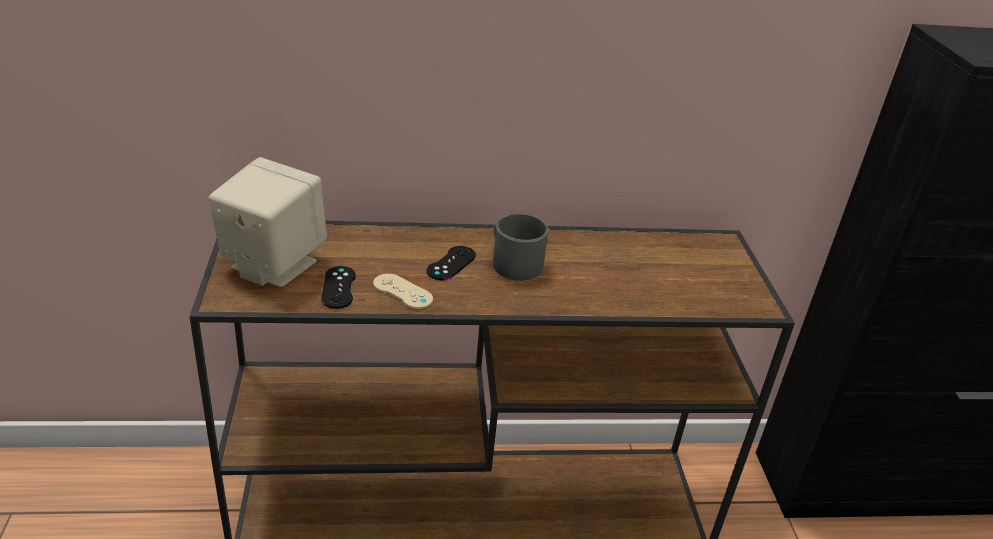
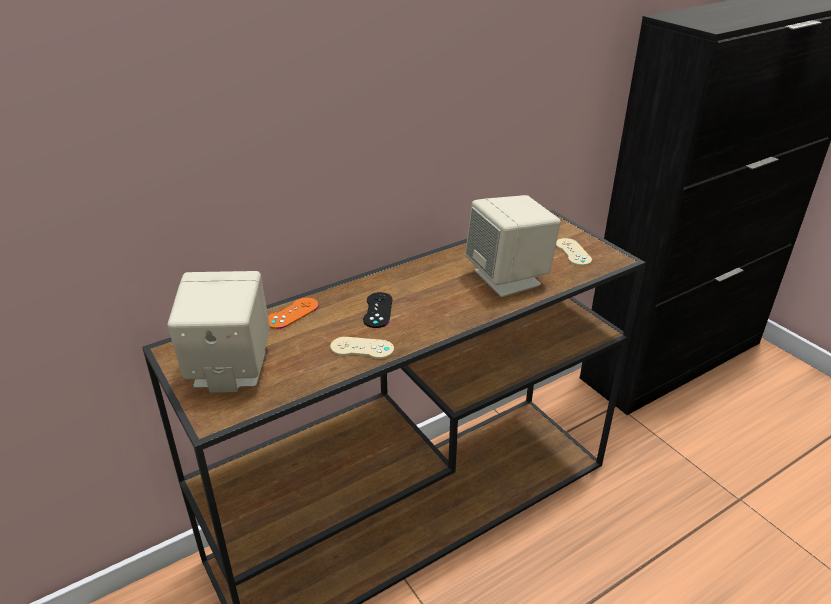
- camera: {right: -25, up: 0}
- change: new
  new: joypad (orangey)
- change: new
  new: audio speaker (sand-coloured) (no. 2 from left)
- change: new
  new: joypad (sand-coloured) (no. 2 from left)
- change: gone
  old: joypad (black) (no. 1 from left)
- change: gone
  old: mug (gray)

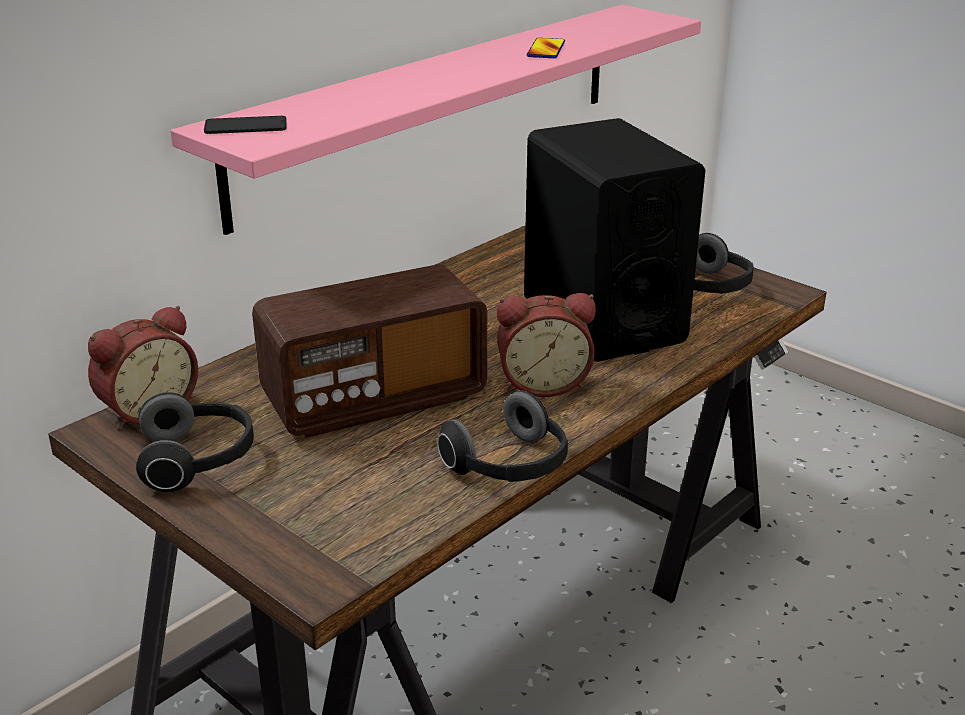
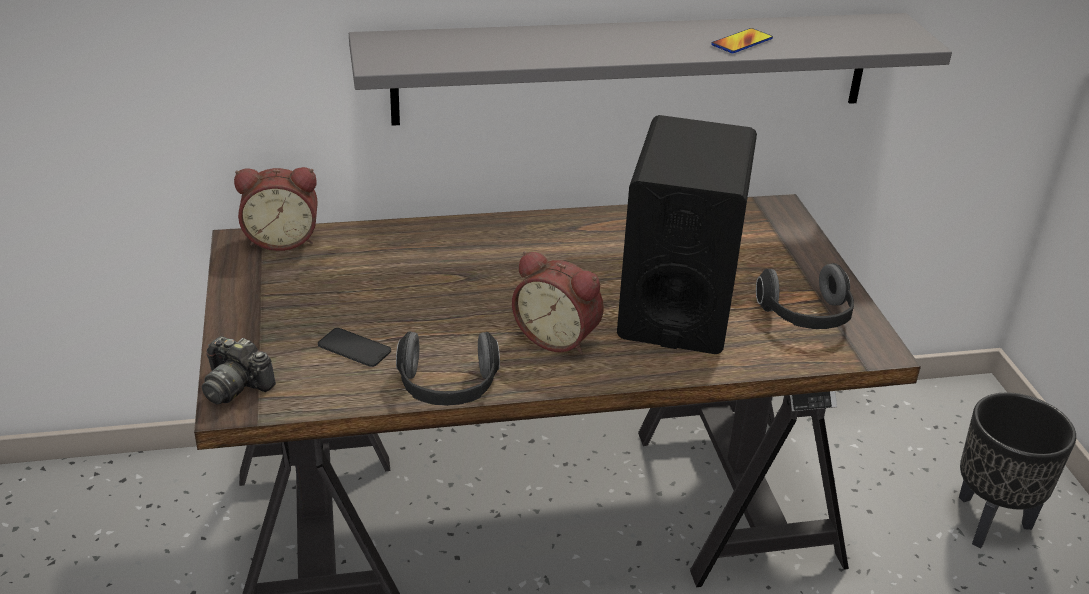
- camera: {right: 35, up: 5}
- change: new
  new: photo camera
- change: shifted
  old: handset (no. 1 from left)
- change: repainted
  old: shelf (pink)
  new: shelf (gray)
- change: new
  new: planter (black)
- change: gone
  old: pair of headphones (no. 1 from left)
- change: gone
  old: radio

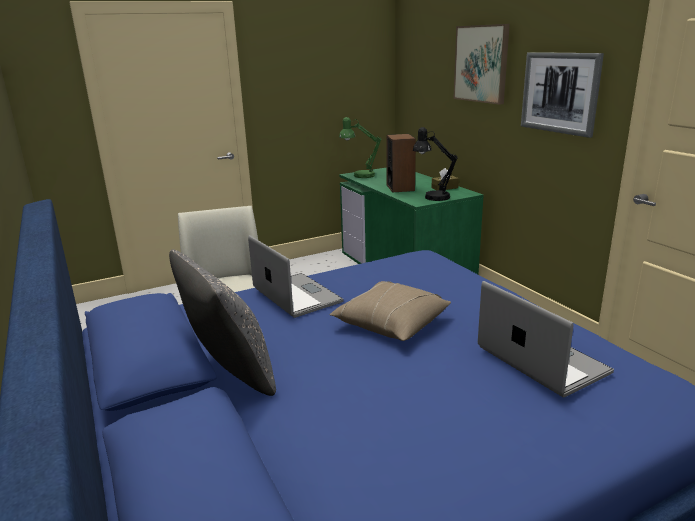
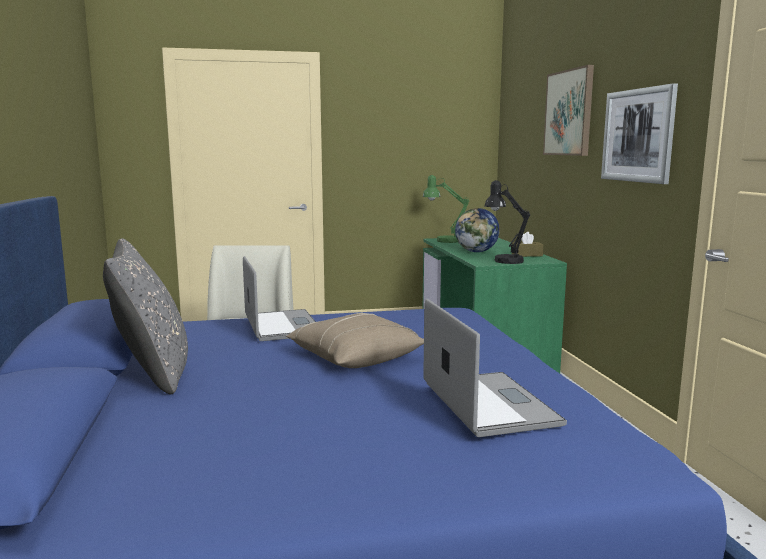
- camera: {right: 15, up: -10}
- change: swapped
  old: audio speaker
  new: globe

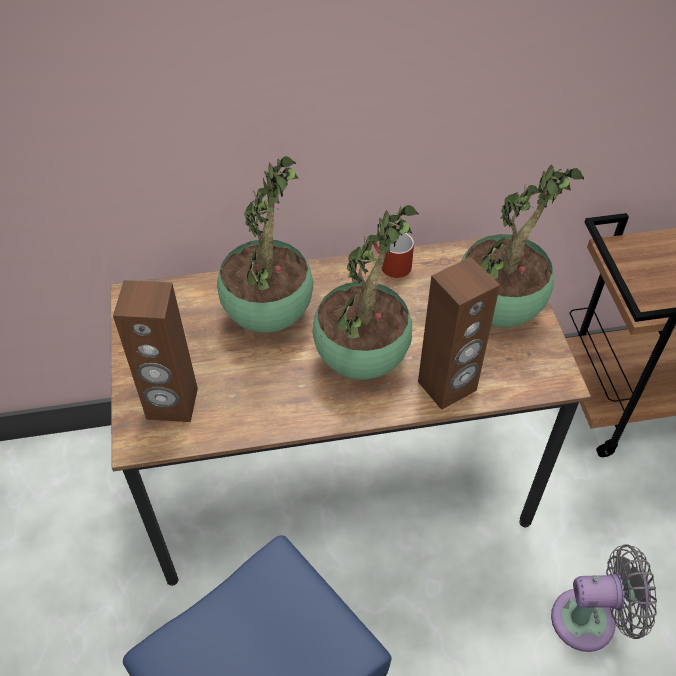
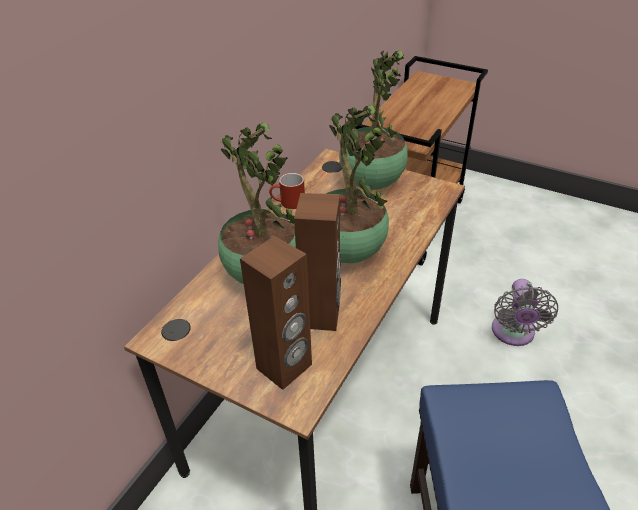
- camera: {right: -50, up: -10}
- change: shifted
  old: audio speaker (brownish) (no. 2 from left)
- change: rotated
  old: cooling fan (gray)
  degrees: 150

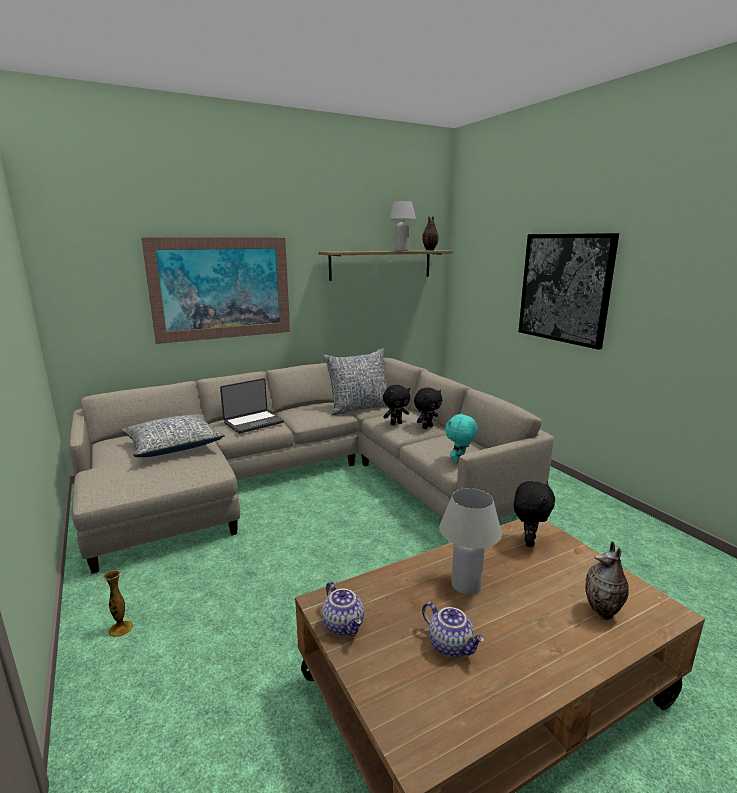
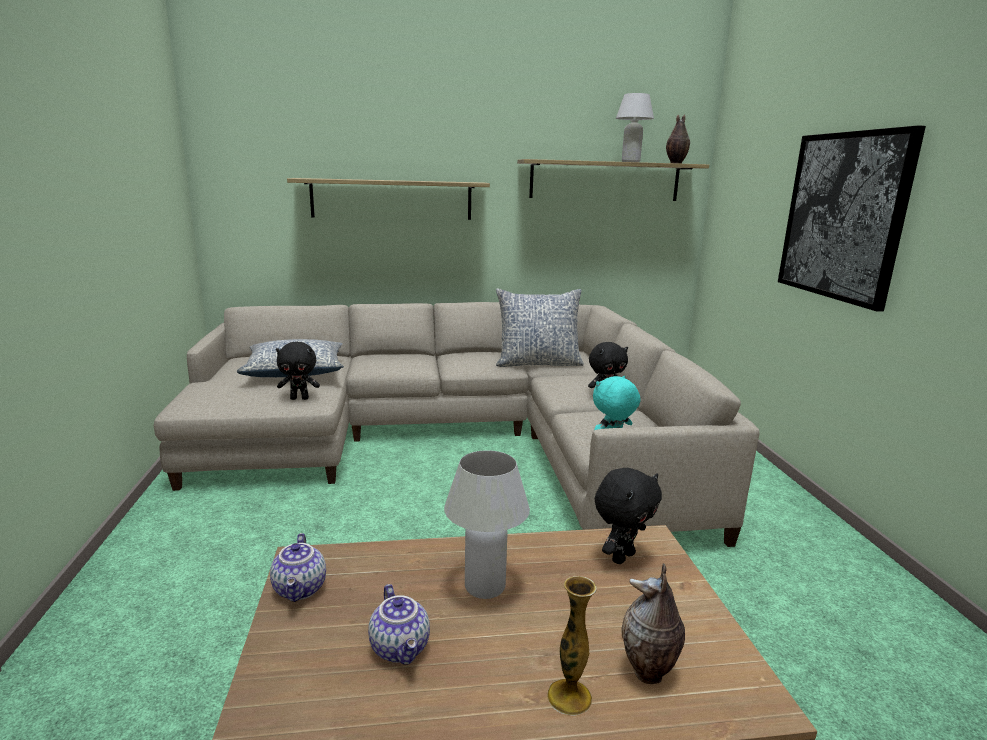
- camera: {right: 20, up: 0}
- change: shifted
  old: plush toy (black) (no. 1 from left)
- change: swapped
  old: wall picture (no. 1 from left)
  new: shelf (no. 1 from left)
- change: shifted
  old: decorative vase (no. 1 from left)
- change: gone
  old: notebook computer

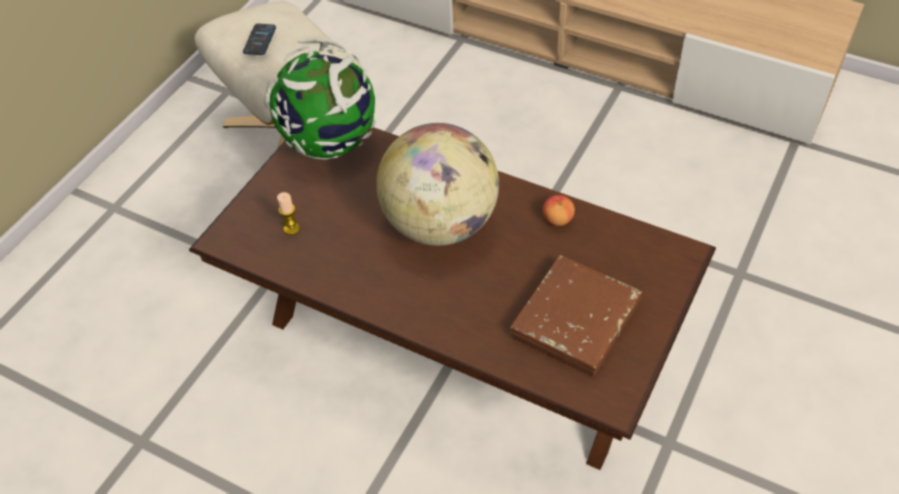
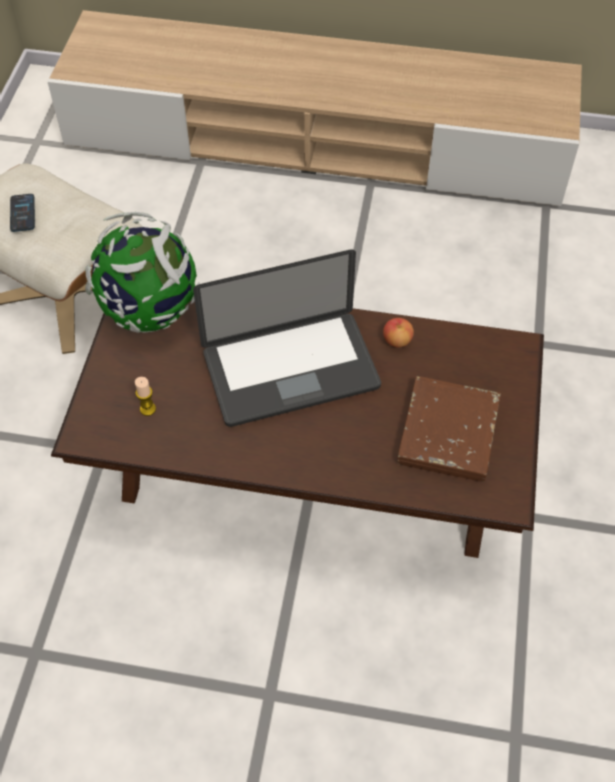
- camera: {right: -20, up: 5}
- change: swapped
  old: globe (no. 2 from left)
  new: notebook computer

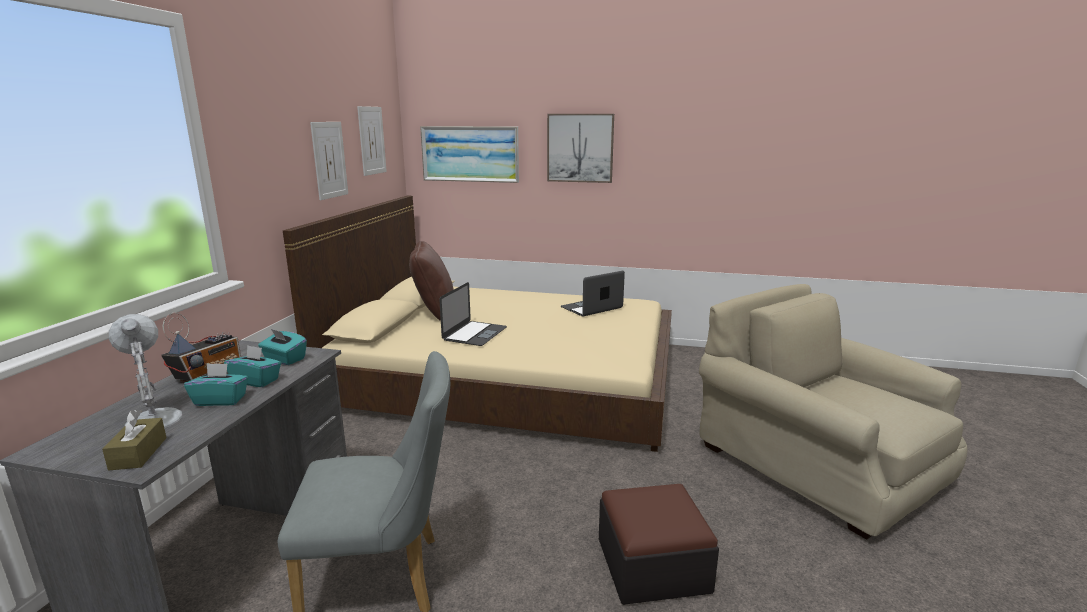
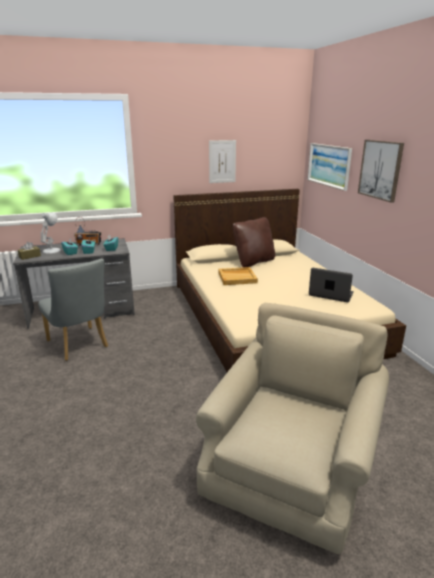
- camera: {right: 60, up: 5}
- change: swapped
  old: notebook computer (no. 1 from left)
  new: carrying tray (sand-coloured)
- change: gone
  old: wall picture (no. 2 from left)
- change: gone
  old: footrest

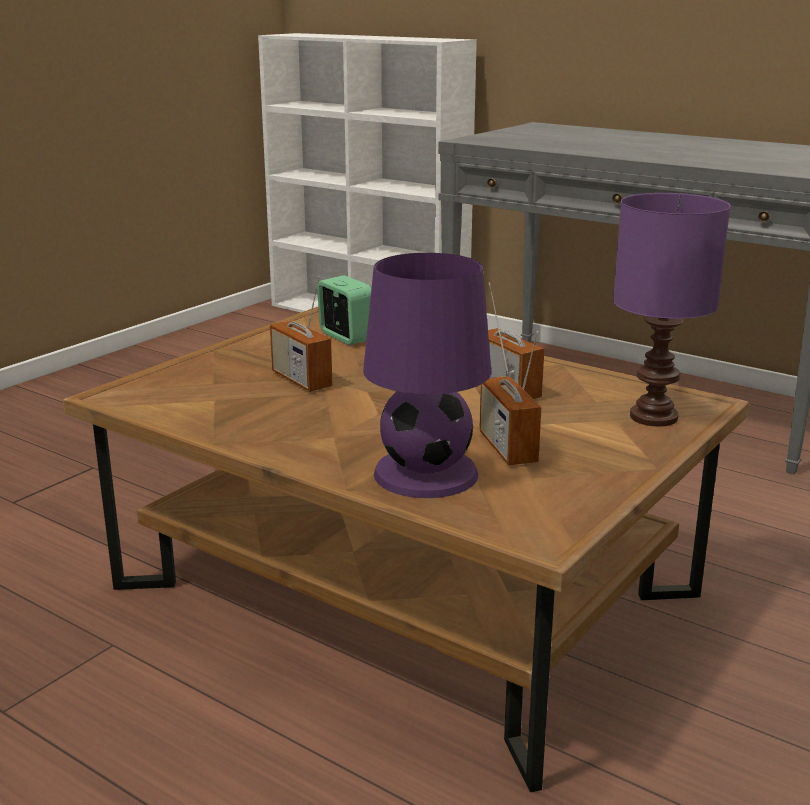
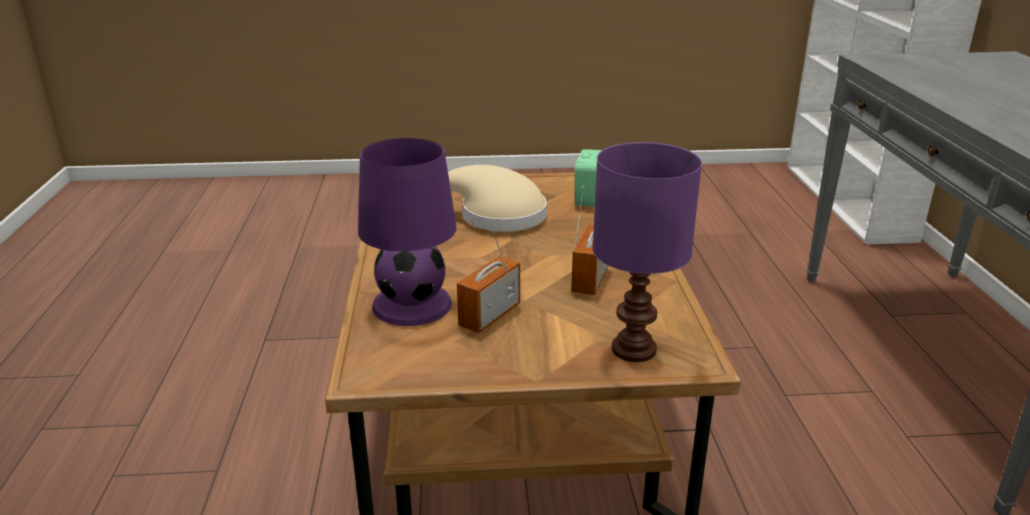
- camera: {right: 50, up: 5}
- change: swapped
  old: radio (no. 1 from left)
  new: wearable hat (sand-coloured)

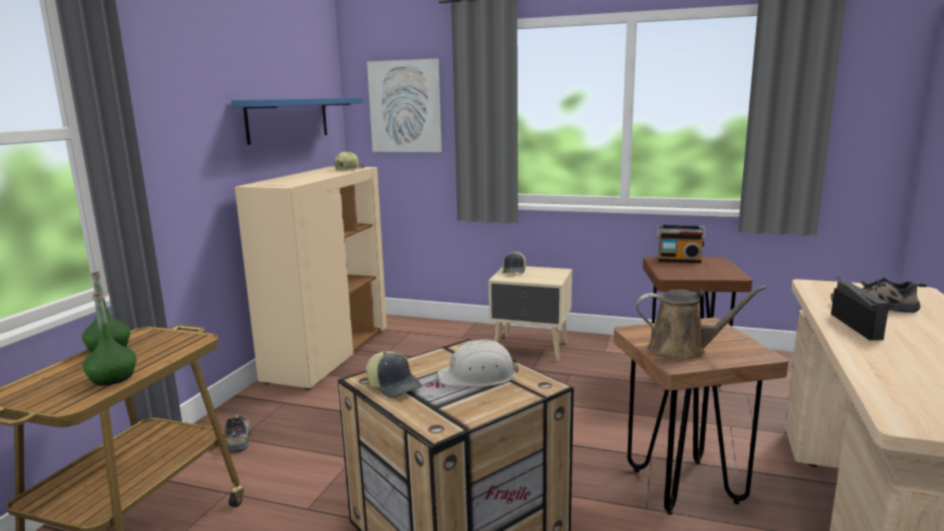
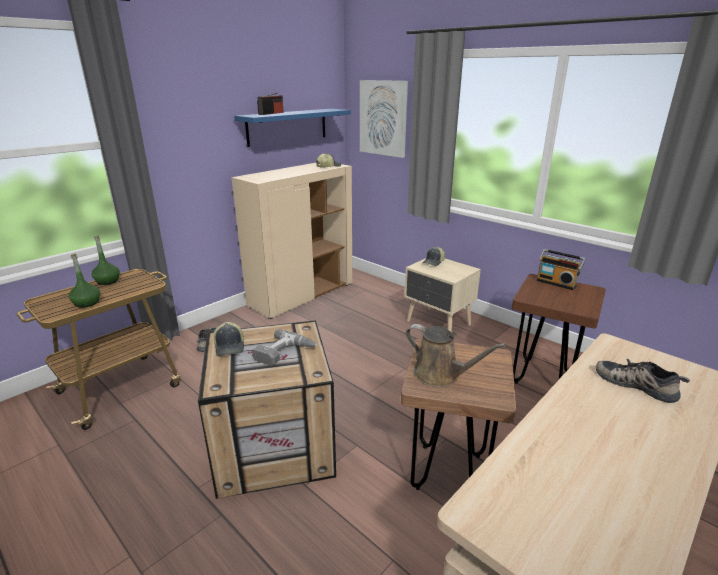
- camera: {right: 25, up: 10}
- change: swapped
  old: work helmet (white)
  new: electric drill
- change: shifted
  old: radio (no. 2 from left in the first image)
  new: radio (no. 1 from left)

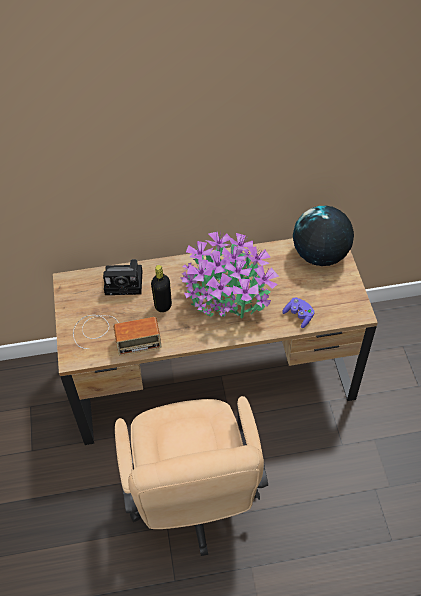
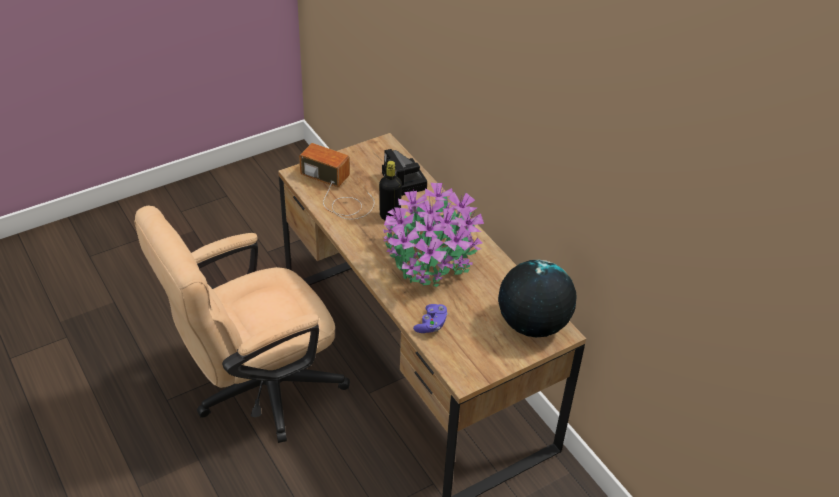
- camera: {right: 65, up: -10}
- change: rotated
  old: radio
  degrees: 150

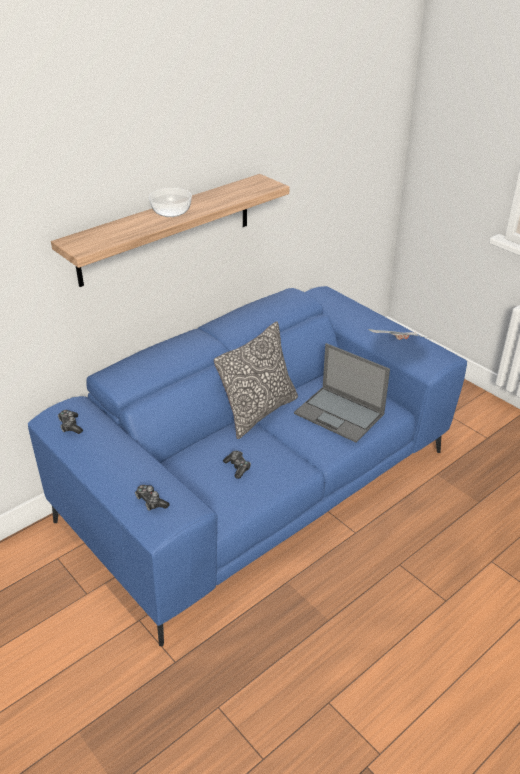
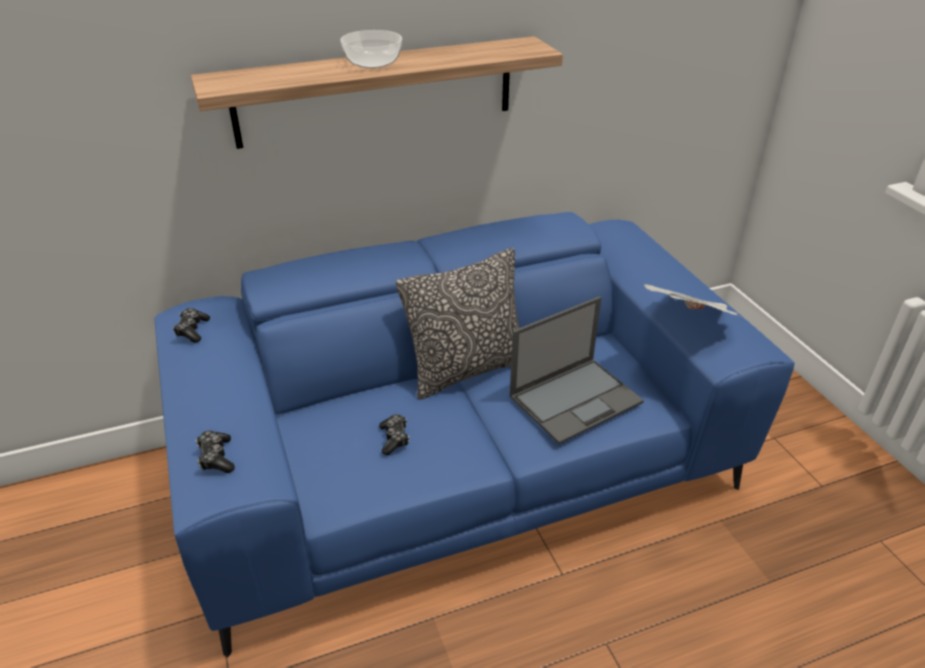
- camera: {right: 20, up: 0}
- change: rotated
  old: notebook computer
  degrees: -90

